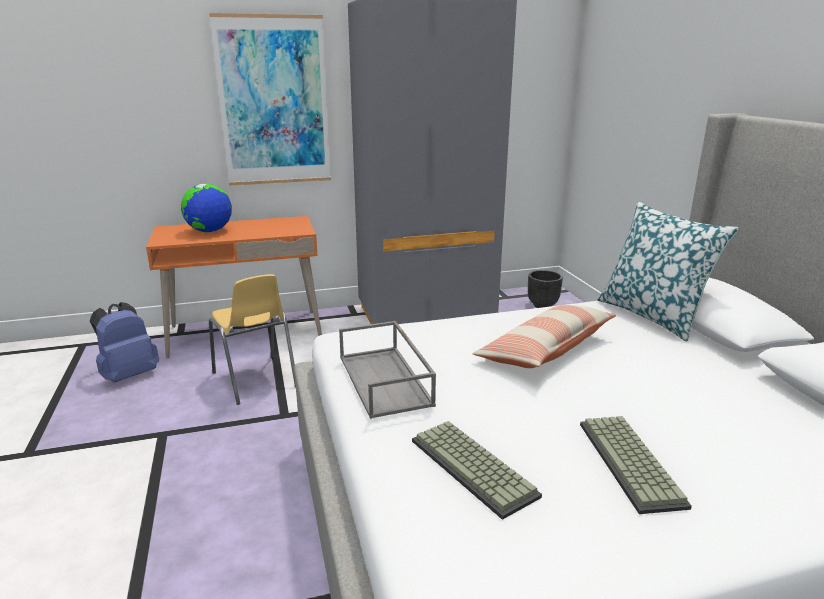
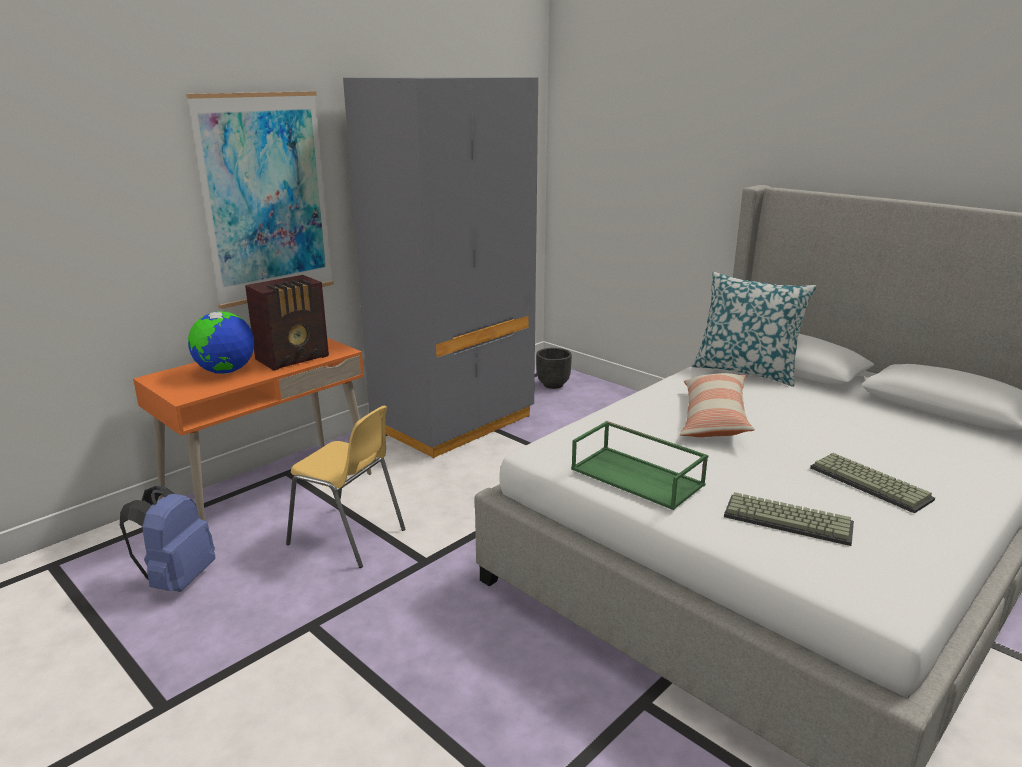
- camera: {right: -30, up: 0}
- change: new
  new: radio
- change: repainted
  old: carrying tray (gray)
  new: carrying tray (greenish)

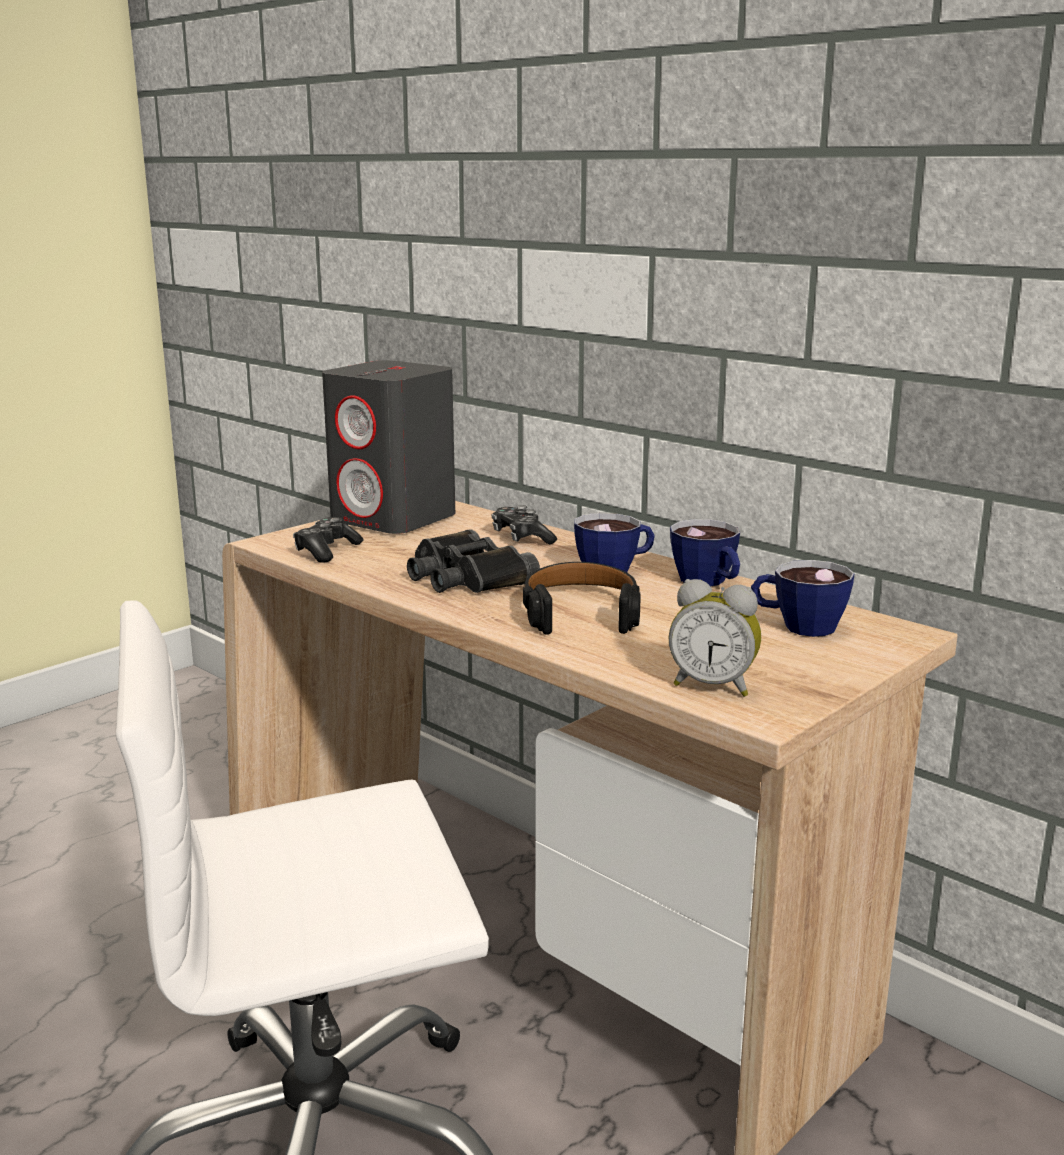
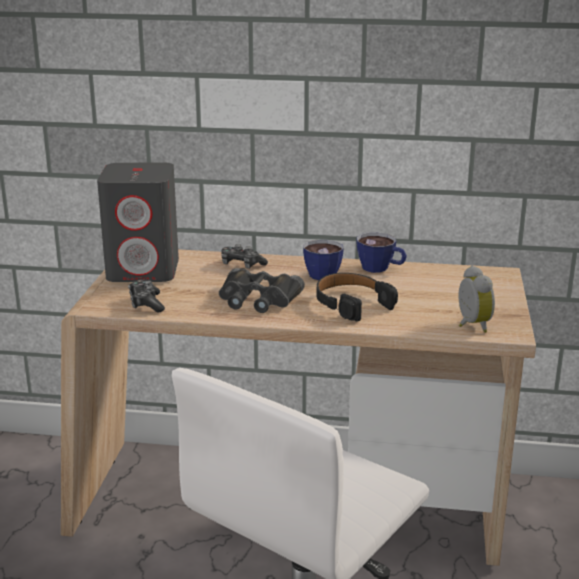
- camera: {right: -35, up: 5}
- change: rotated
  old: alarm clock
  degrees: -90
- change: gone
  old: drinking cup (no. 3 from left)

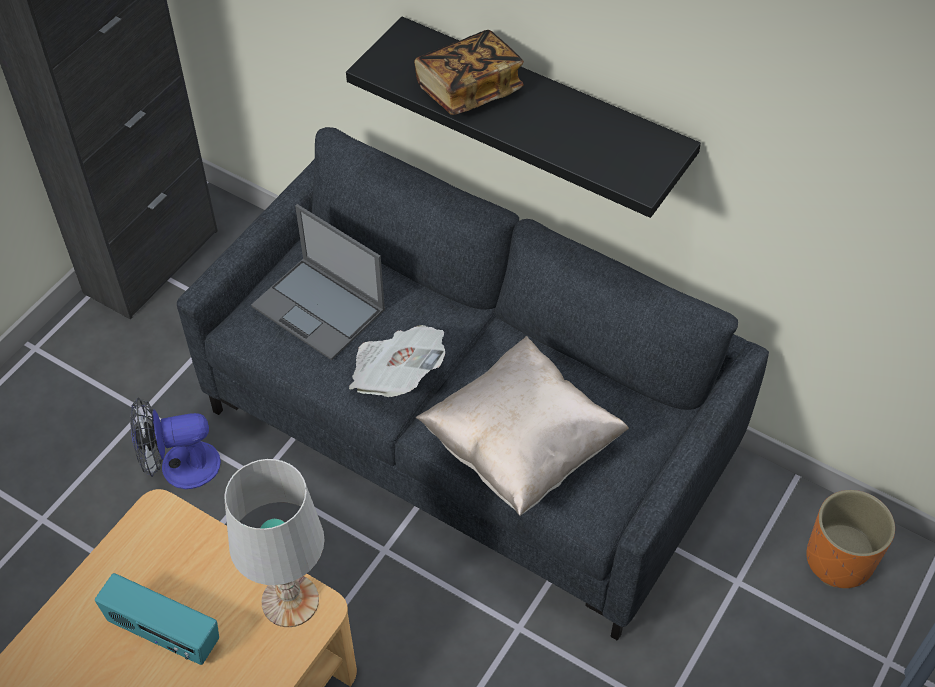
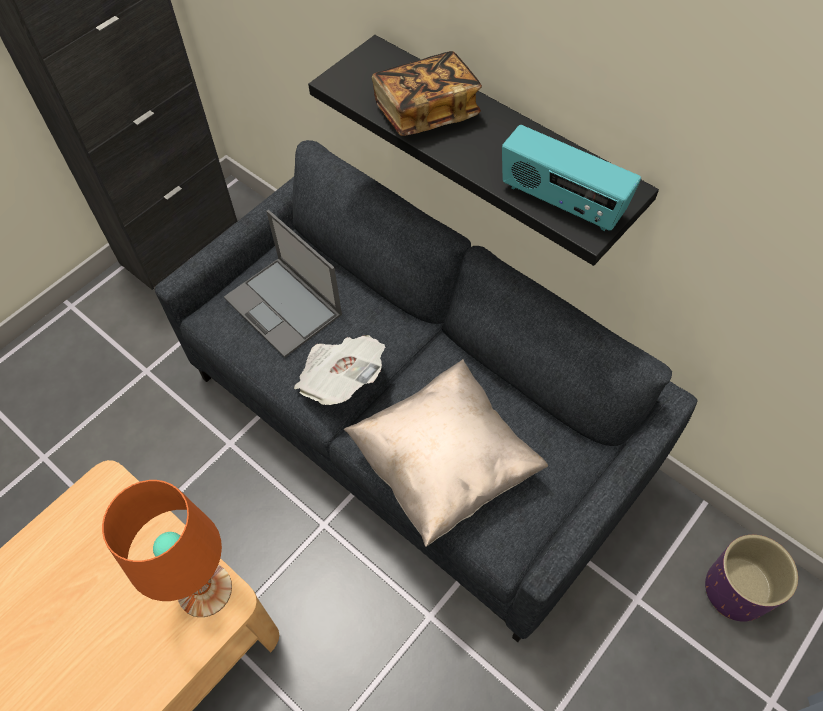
- camera: {right: 10, up: 5}
- change: repainted
  old: tabletop lamp (white)
  new: tabletop lamp (orangey)
- change: shifted
  old: radio
- change: repainted
  old: planter (orangey)
  new: planter (purplish)
- change: gone
  old: cooling fan

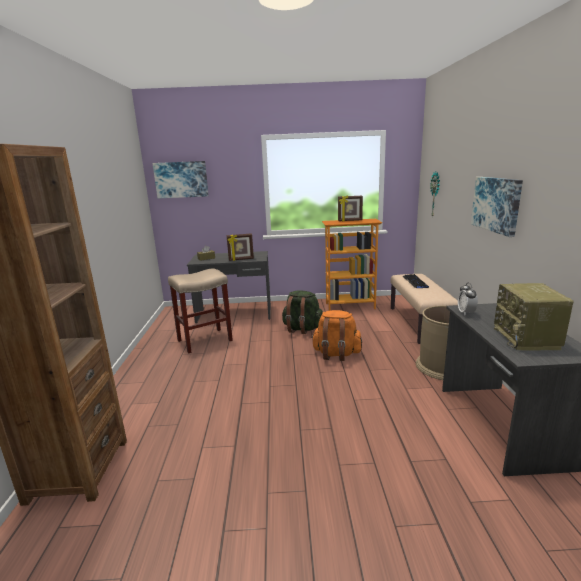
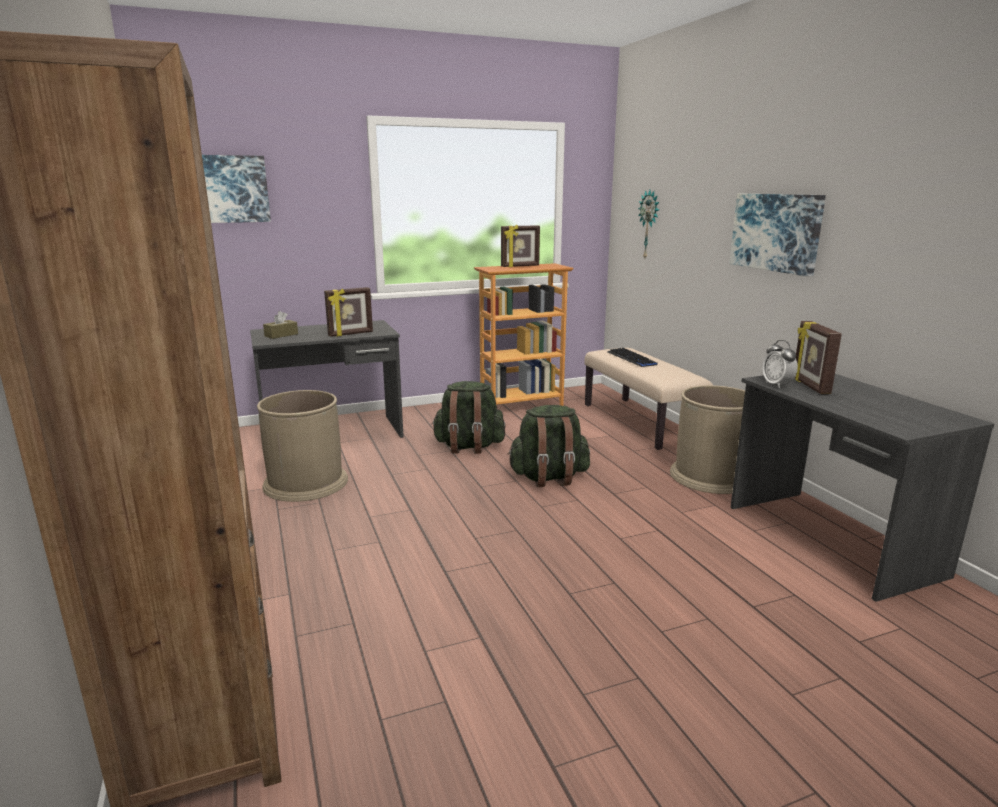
- camera: {right: -20, up: 0}
- change: swapped
  old: stool (sand-coloured)
  new: waste bin (brownish) (no. 1 from left)
- change: repainted
  old: backpack (orangey)
  new: backpack (greenish) (no. 2 from left)
- change: new
  new: standing frame (no. 3 from left)
- change: gone
  old: radio

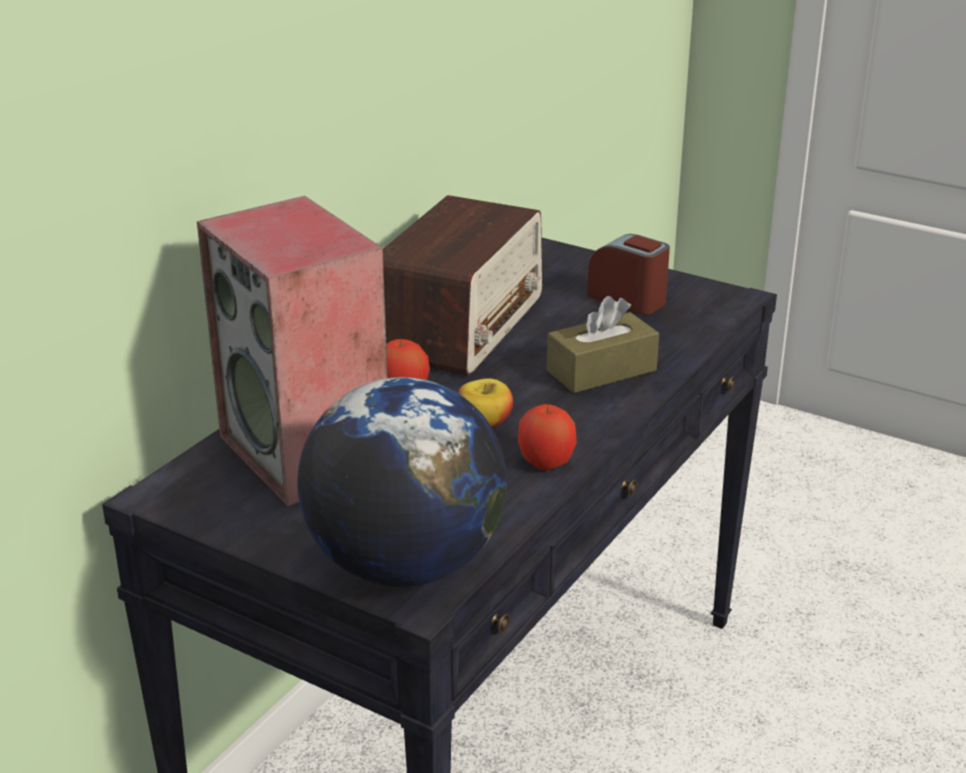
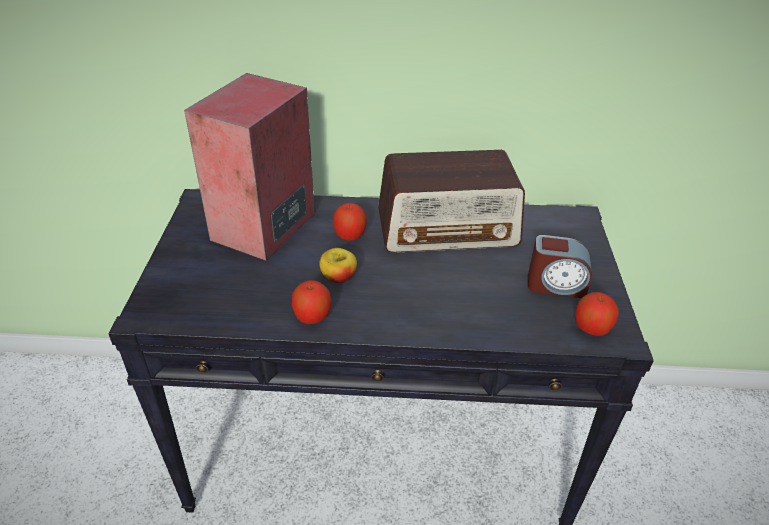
- camera: {right: 60, up: 10}
- change: rotated
  old: alarm clock
  degrees: 90
- change: new
  new: whole apple (no. 4 from left)
- change: gone
  old: globe
- change: gone
  old: box of tissues (brownish)

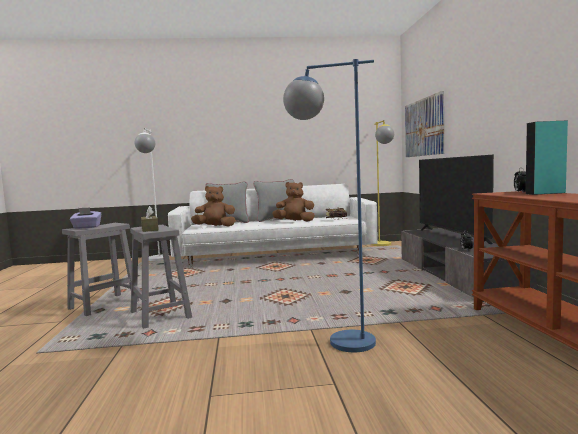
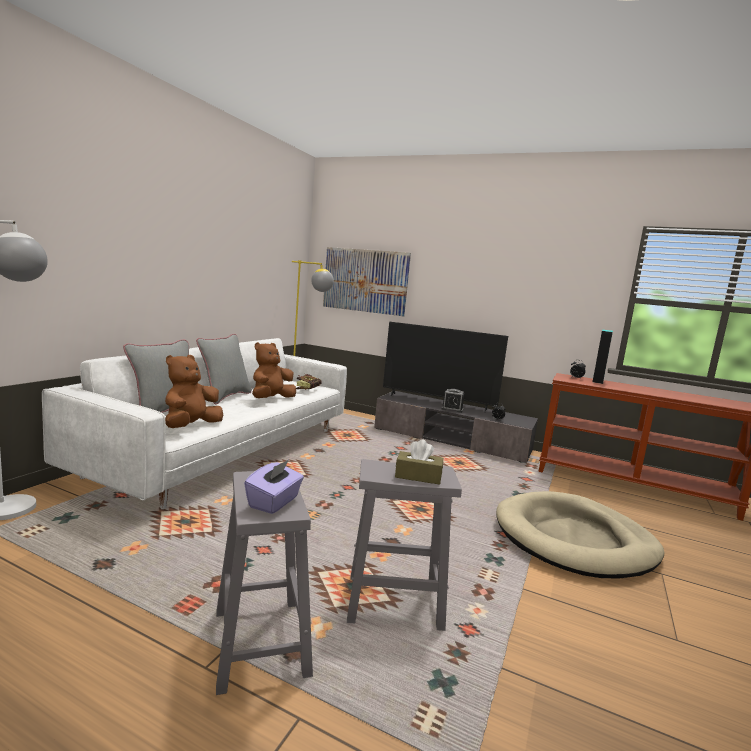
- camera: {right: -60, up: 5}
- change: new
  new: alarm clock (no. 1 from left)
- change: swapped
  old: floor lamp (blue)
  new: pet bed (sand-coloured)

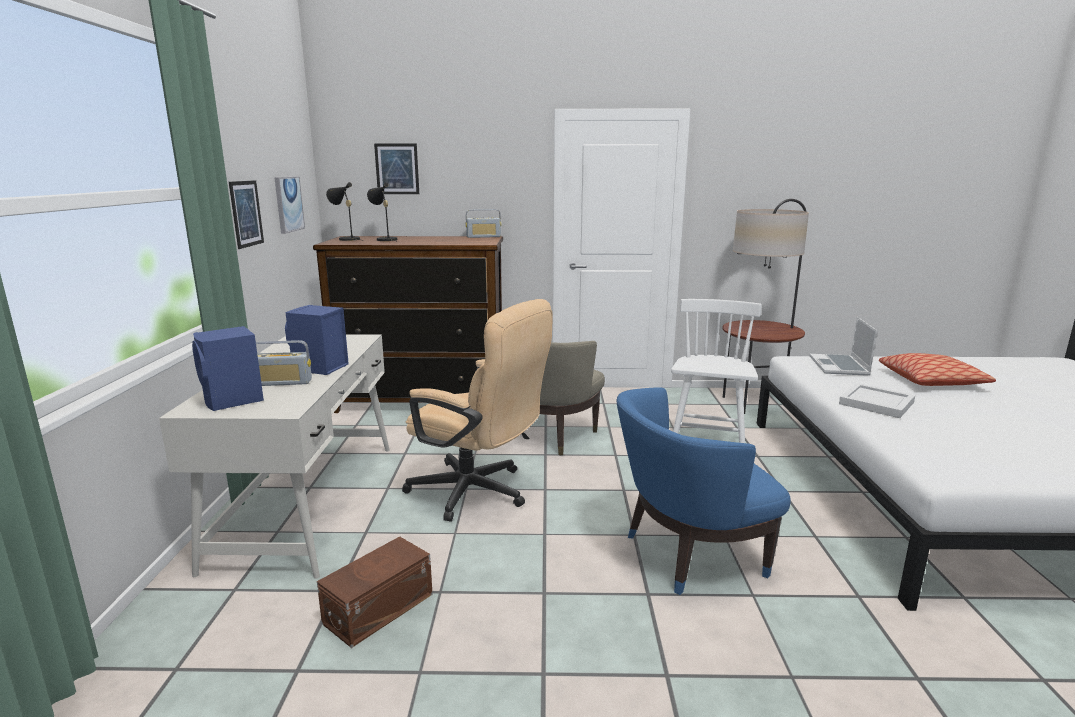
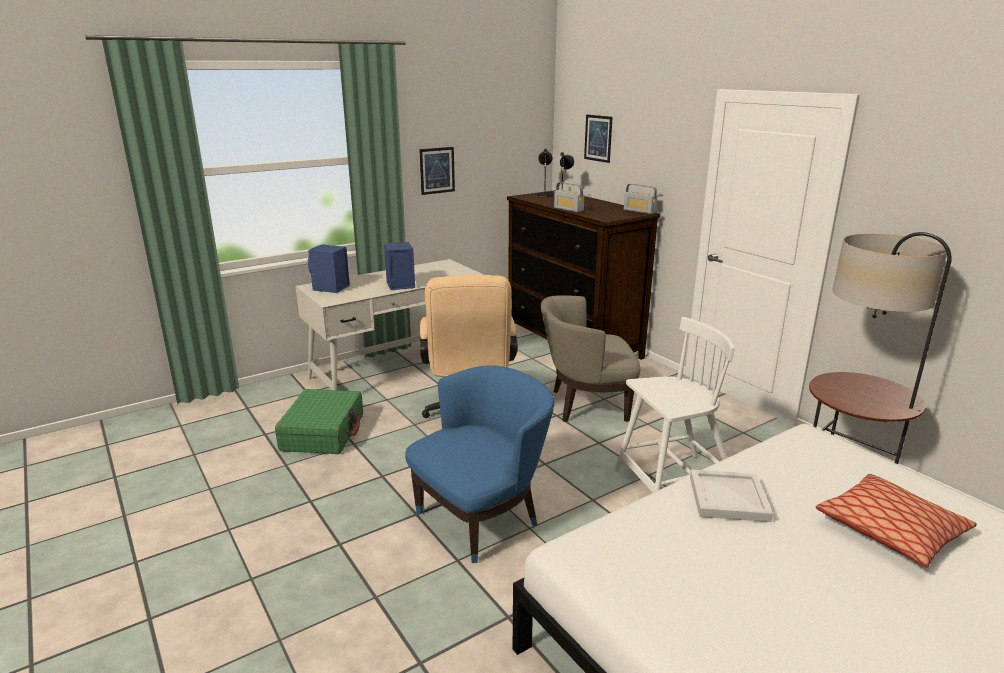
- camera: {right: 55, up: 5}
- change: swapped
  old: storage bin (brownish)
  new: travel case (greenish)
- change: rotated
  old: easy chair (blue)
  degrees: 105
- change: shifted
  old: radio (no. 1 from left)
- change: gone
  old: wall picture (no. 2 from left)
- change: gone
  old: notebook computer

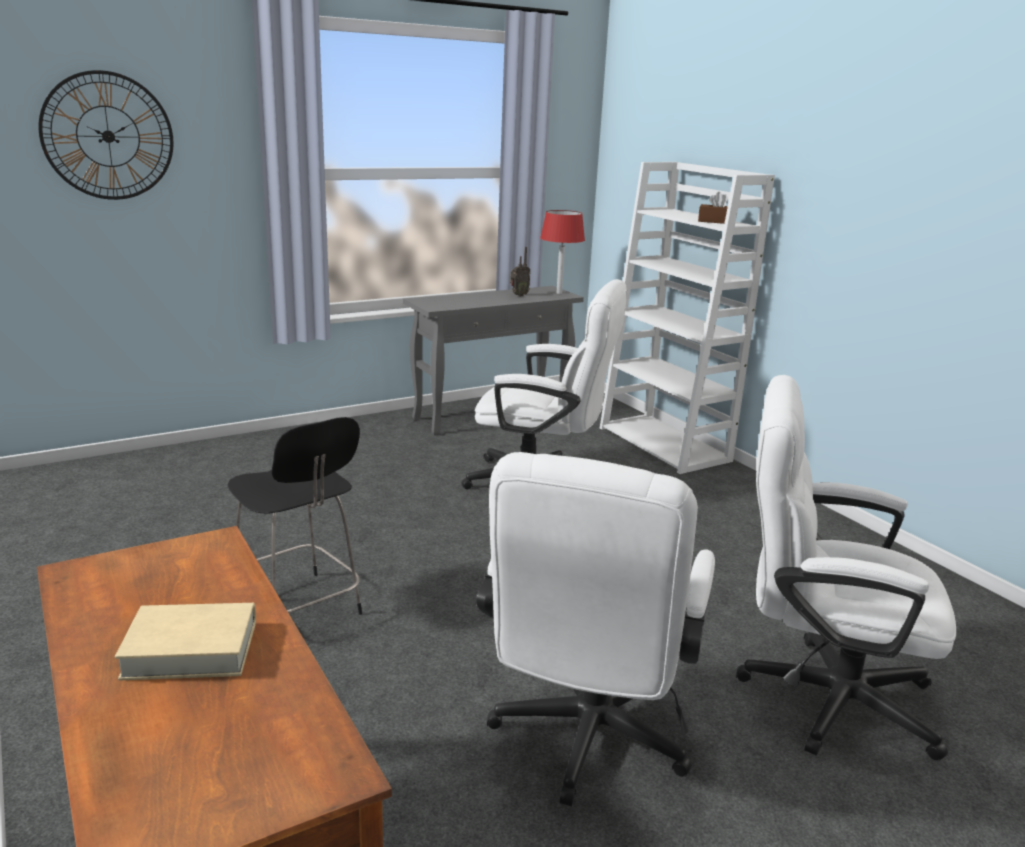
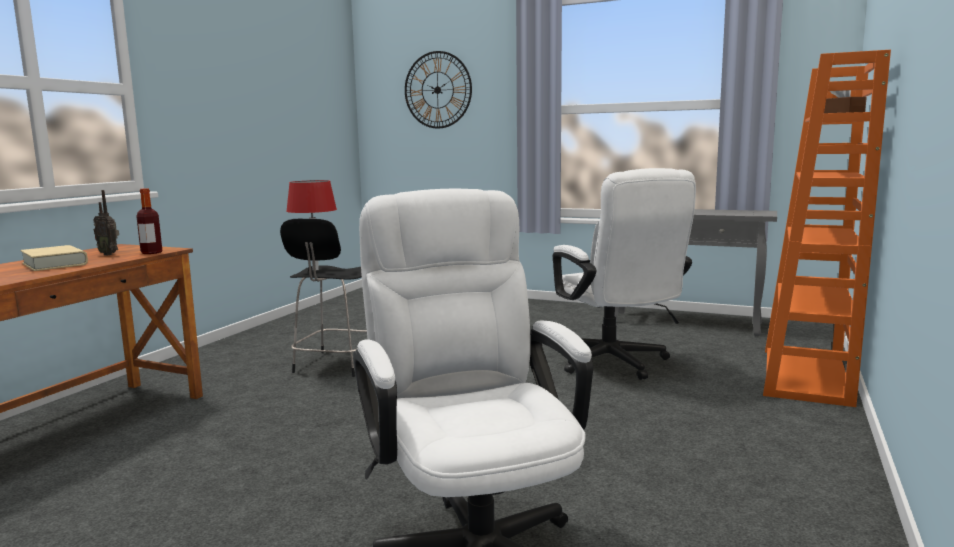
- camera: {right: 55, up: -10}
- change: shifted
  old: radio
- change: new
  new: drink bottle
- change: shifted
  old: tabletop lamp (reddish)
- change: repainted
  old: bookcase (white)
  new: bookcase (orangey)
- change: gone
  old: desk chair (white) (no. 2 from left)

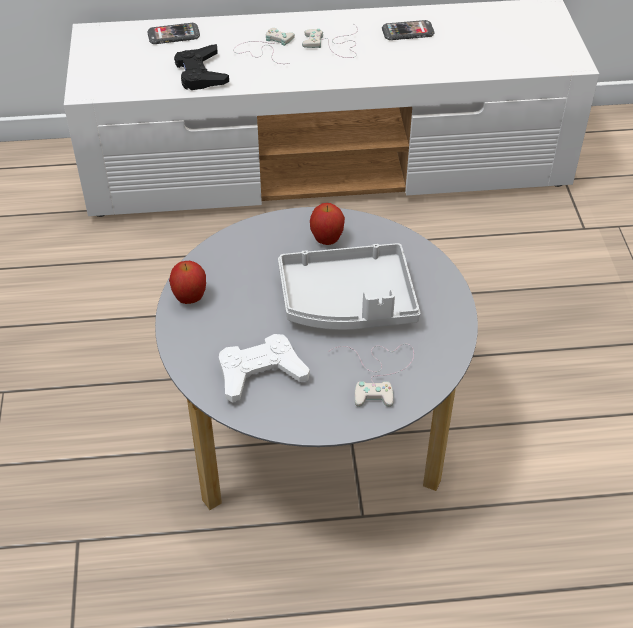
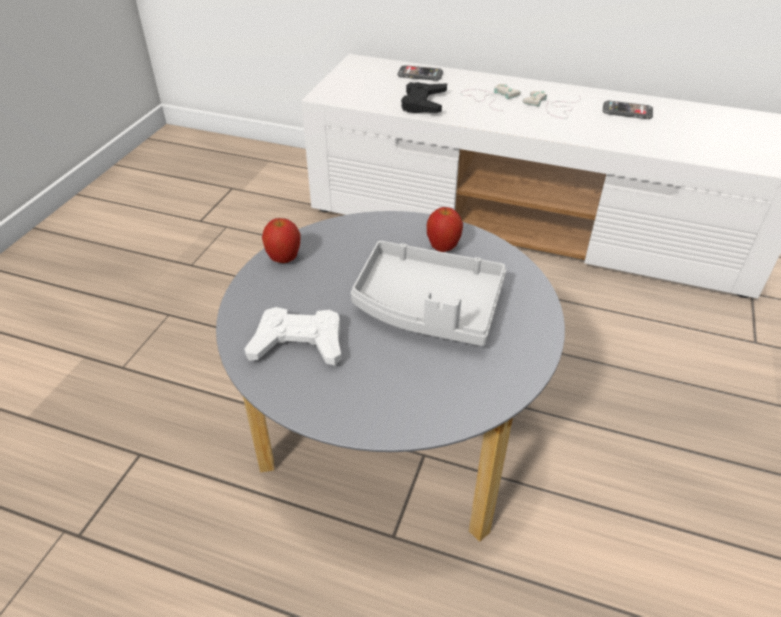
- camera: {right: 25, up: -5}
- change: gone
  old: joypad (white) (no. 4 from left)

